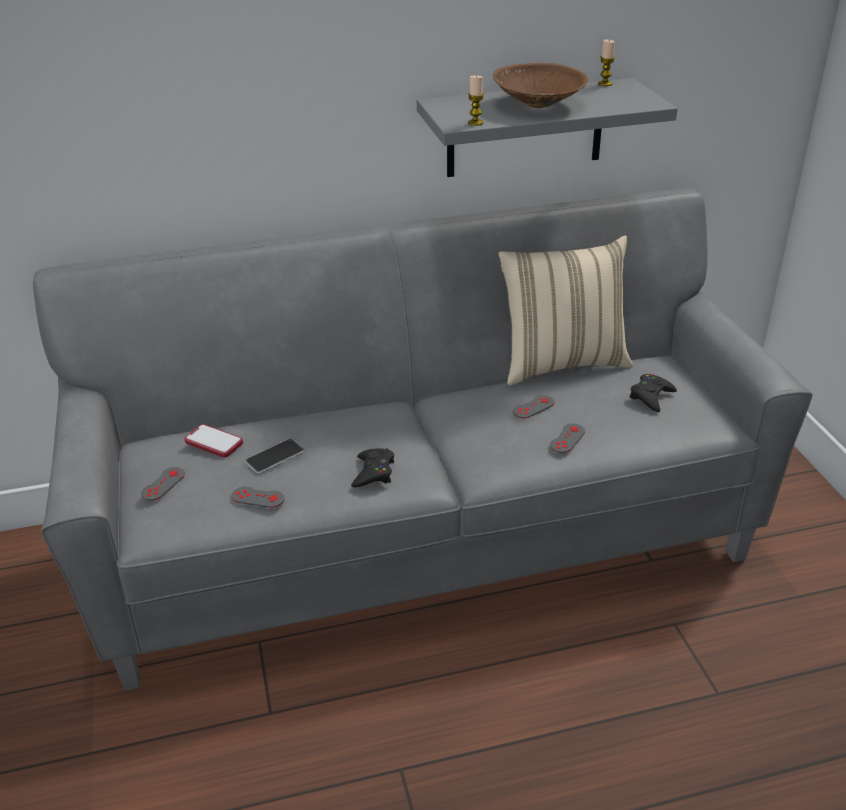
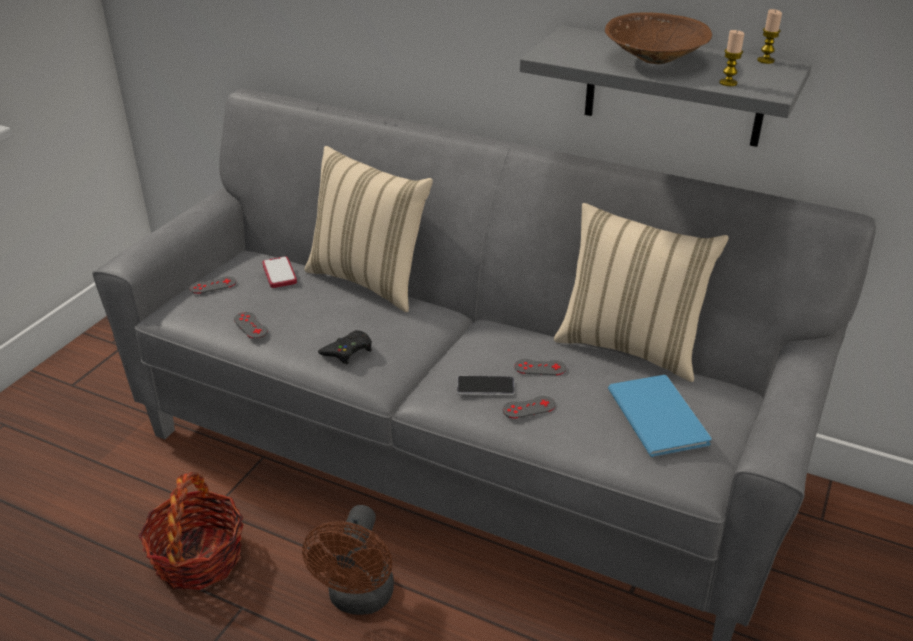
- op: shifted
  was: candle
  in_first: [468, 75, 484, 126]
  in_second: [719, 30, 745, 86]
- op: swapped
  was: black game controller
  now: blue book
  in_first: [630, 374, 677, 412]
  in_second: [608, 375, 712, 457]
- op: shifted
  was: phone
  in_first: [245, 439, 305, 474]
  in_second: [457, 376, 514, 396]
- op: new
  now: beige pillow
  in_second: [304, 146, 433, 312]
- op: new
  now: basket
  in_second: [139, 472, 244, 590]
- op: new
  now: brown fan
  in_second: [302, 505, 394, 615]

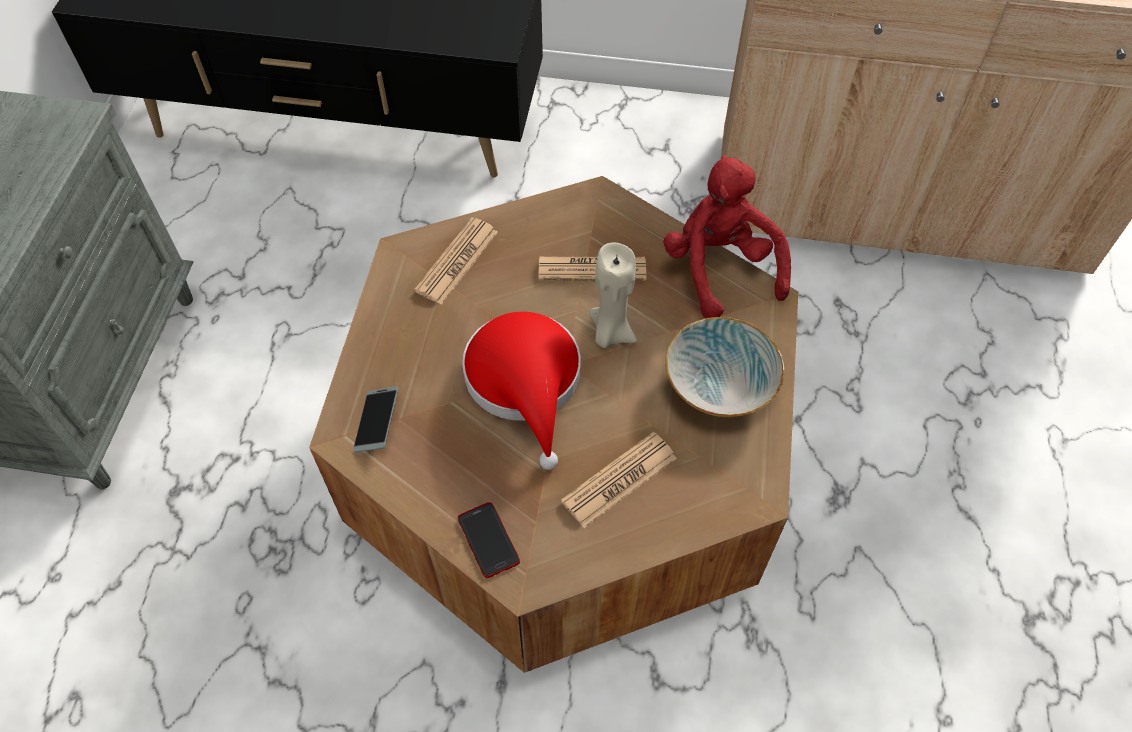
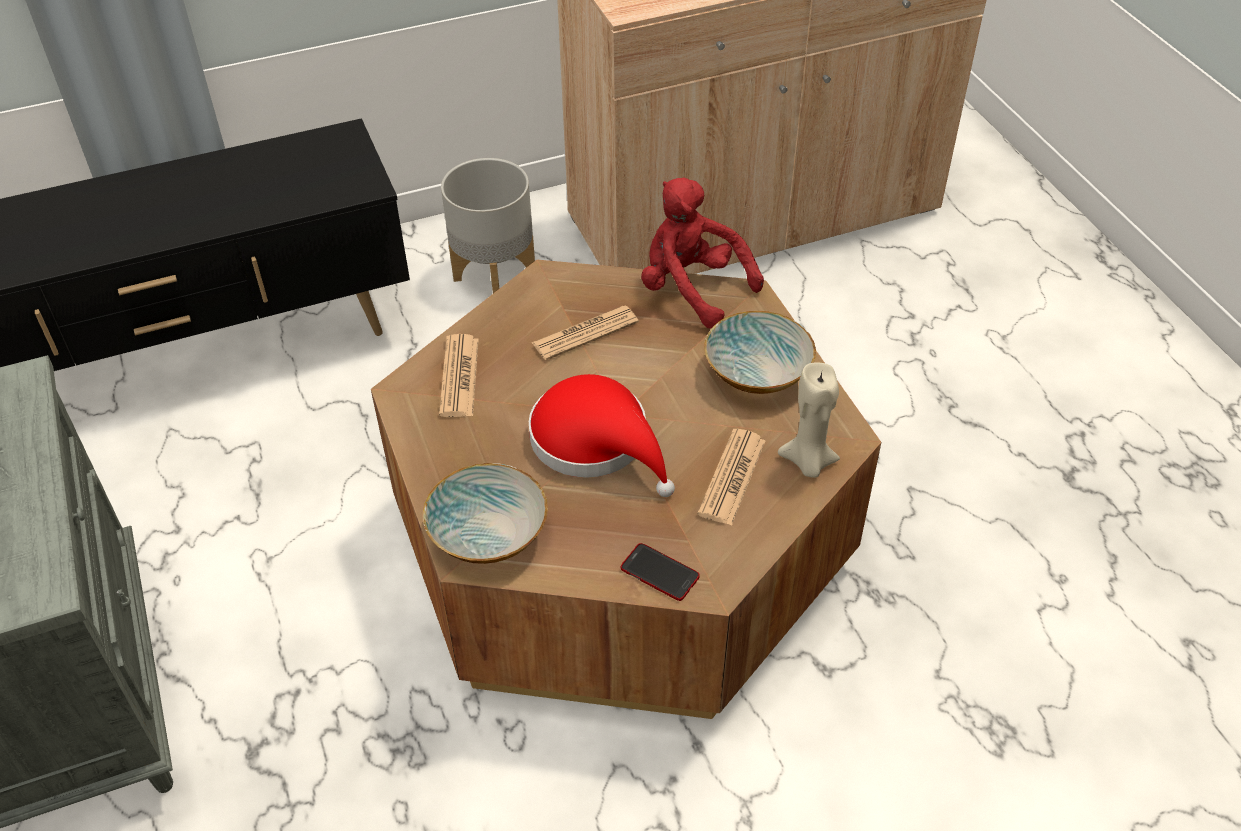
- op: shifted
  was: beige candle
  in_first: [589, 242, 637, 348]
  in_second: [778, 362, 840, 478]
- op: swapped
  was: phone
  now: bowl
  in_first: [353, 386, 398, 453]
  in_second: [423, 463, 548, 564]
- op: new
  now: grey planter
  in_second: [441, 158, 535, 293]

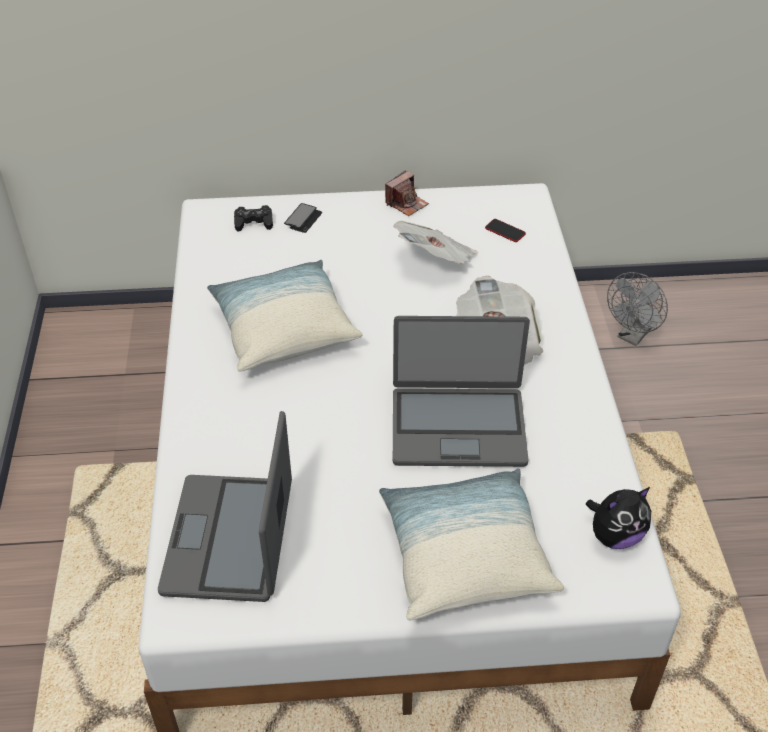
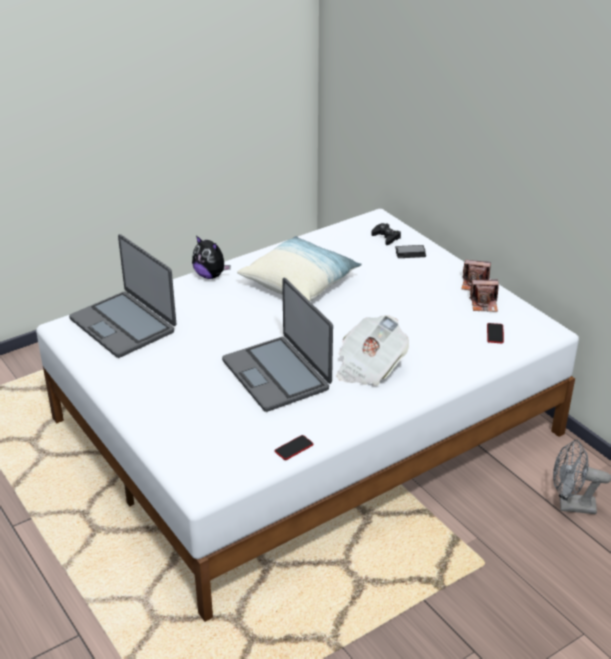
- op: gone
  was: newspaper
  in_first: [393, 221, 478, 264]
- op: rotated
  was: laptop
  in_first: [158, 411, 292, 602]
  in_second: [69, 234, 176, 358]
  clockwise: -105
- op: gone
  was: pillow
  in_first: [379, 468, 564, 620]
- op: shifted
  was: plush toy
  in_first: [586, 487, 651, 549]
  in_second: [192, 235, 231, 279]
- op: new
  now: photo camera
  in_second: [469, 280, 499, 312]
- op: new
  now: phone
  in_second: [275, 435, 313, 460]

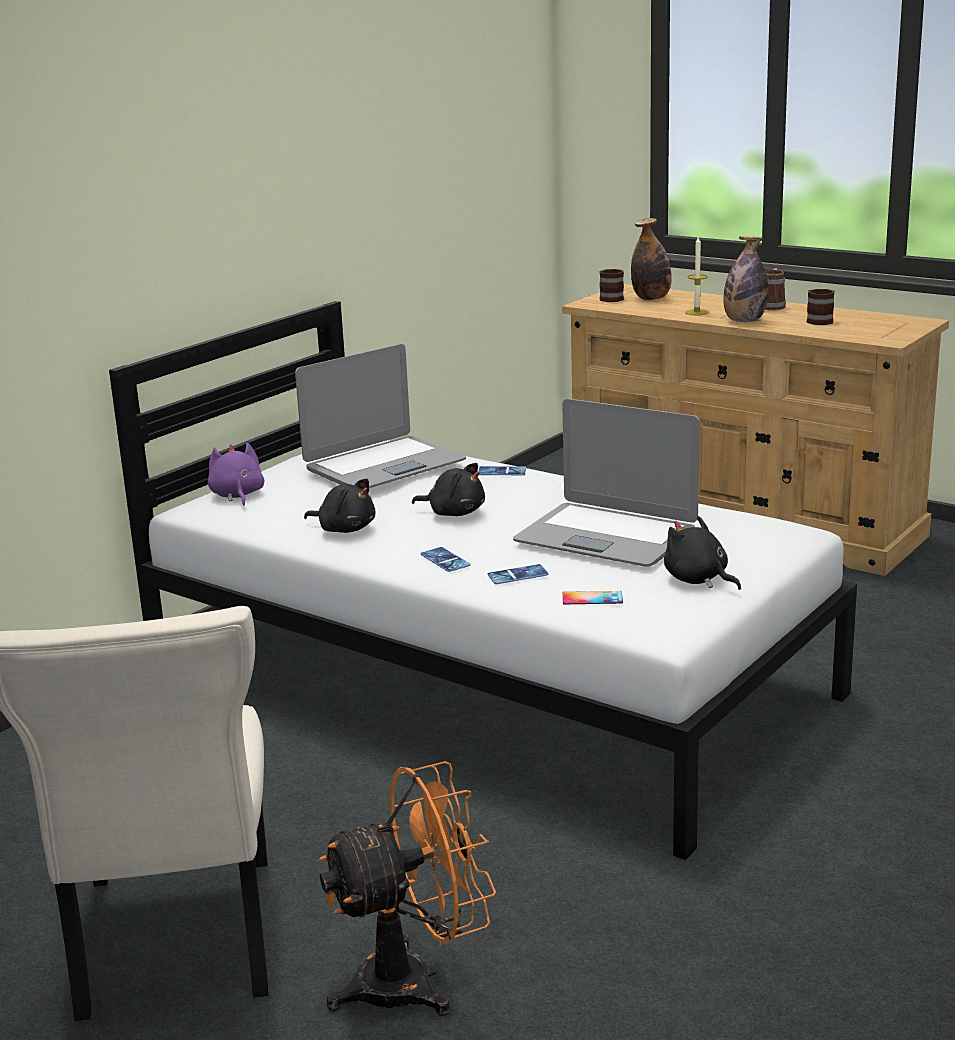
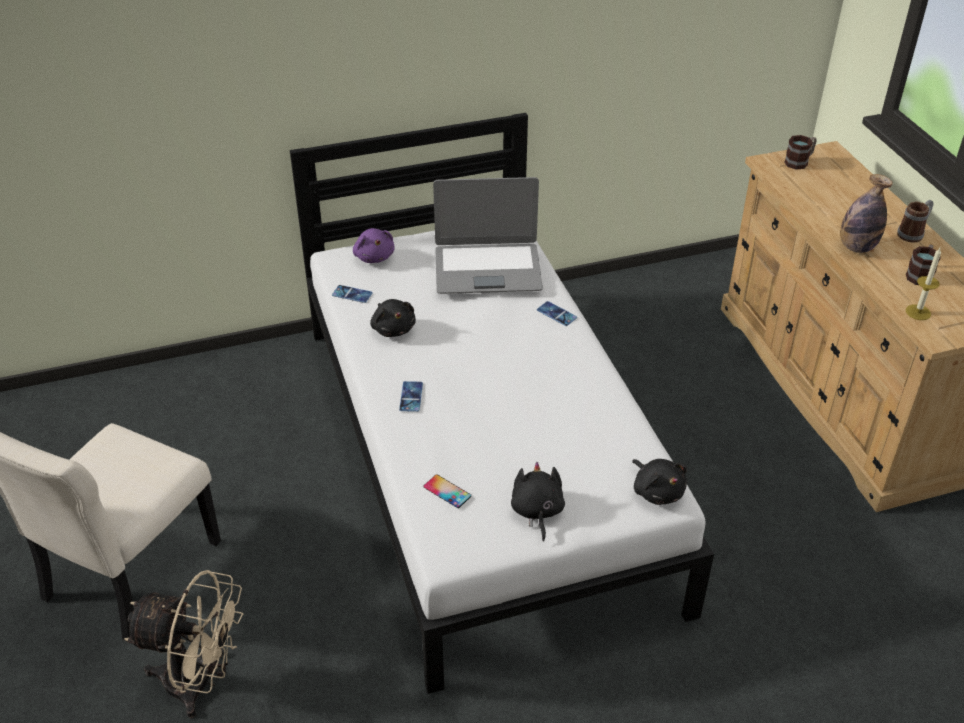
- op: gone
  was: bottle
  in_first: [631, 218, 672, 300]
- op: shifted
  was: candle
  in_first: [685, 237, 709, 315]
  in_second: [906, 248, 941, 320]
- op: gone
  was: laptop
  in_first: [513, 399, 700, 567]
- op: rotated
  was: purple plush toy
  in_first: [208, 443, 265, 506]
  in_second: [353, 228, 395, 263]
  clockwise: 135
- op: shifted
  was: black plush toy
  in_first: [412, 463, 485, 516]
  in_second: [632, 459, 687, 505]
- op: shifted
  was: phone
  in_first: [488, 564, 549, 584]
  in_second: [332, 285, 373, 303]
- op: repainted
  was: orange fan
  now: beige fan
  in_first: [319, 761, 496, 1016]
  in_second: [124, 570, 243, 718]

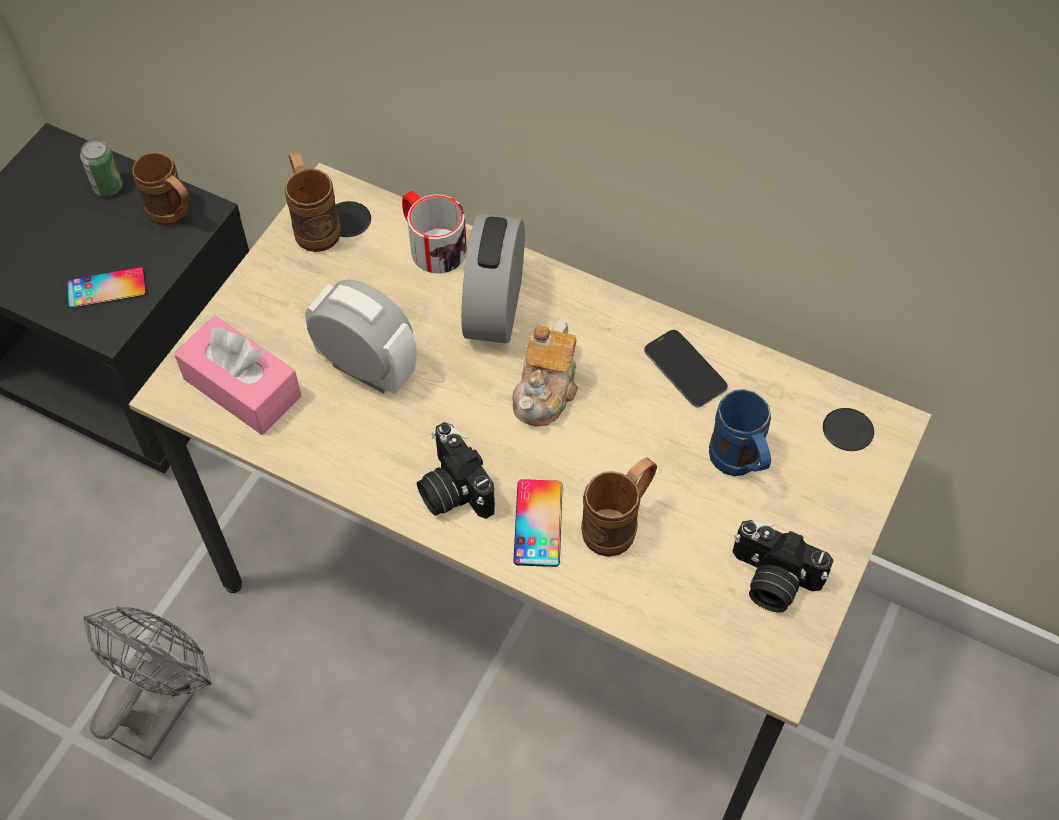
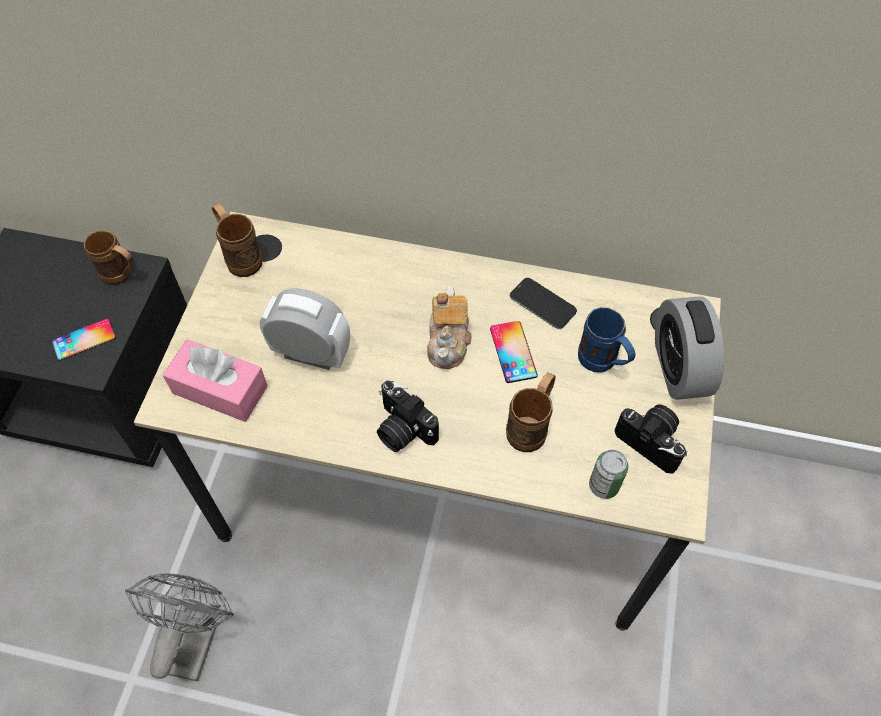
- op: shifted
  was: can
  in_first: [80, 139, 123, 196]
  in_second: [589, 450, 628, 499]
- op: gone
  was: mug
  in_first: [402, 191, 467, 274]
- op: shifted
  was: alarm clock
  in_first: [461, 214, 525, 343]
  in_second: [655, 296, 724, 400]
- op: shifted
  was: phone
  in_first: [513, 479, 563, 567]
  in_second: [490, 321, 538, 383]
- op: rotated
  was: photo camera
  in_first: [732, 520, 834, 612]
  in_second: [614, 405, 688, 474]
  clockwise: -150

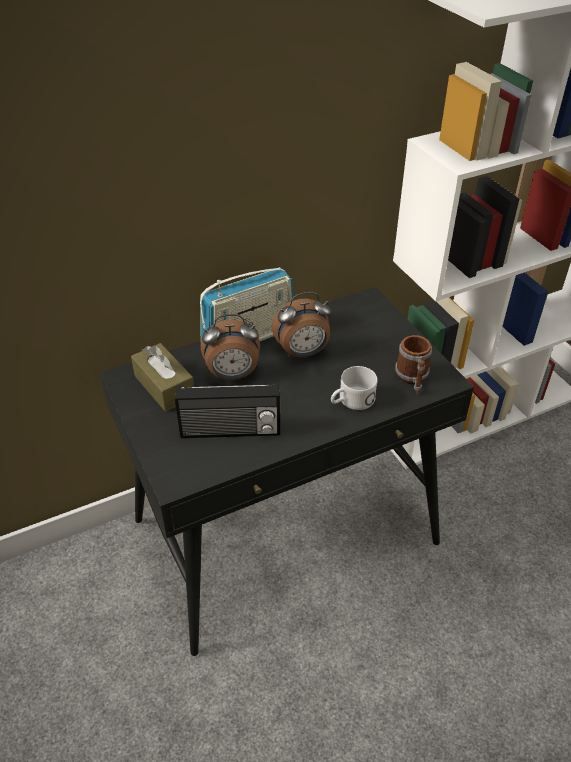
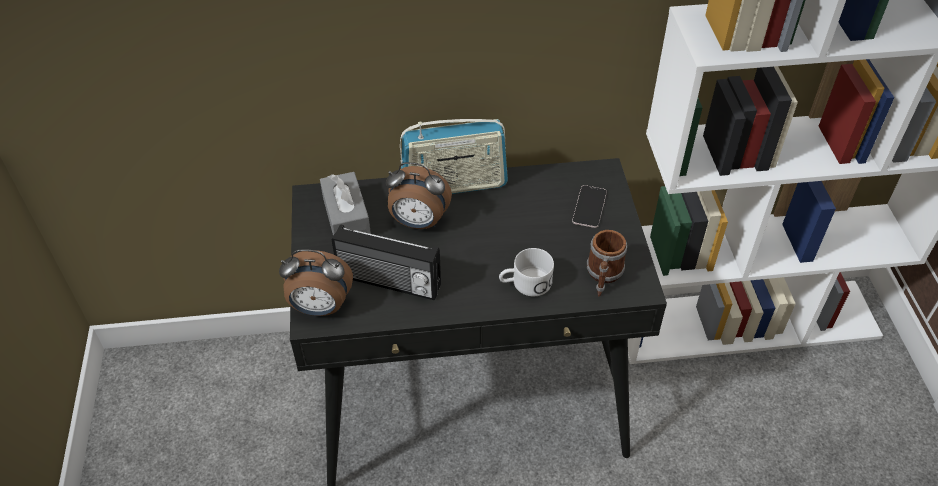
- op: shifted
  was: alarm clock
  in_first: [272, 292, 331, 358]
  in_second: [279, 249, 353, 316]
- op: repainted
  was: brown tissue box
  now: grey tissue box
  in_first: [131, 343, 194, 412]
  in_second: [320, 172, 371, 236]
- op: new
  now: phone
  in_second: [572, 185, 607, 228]

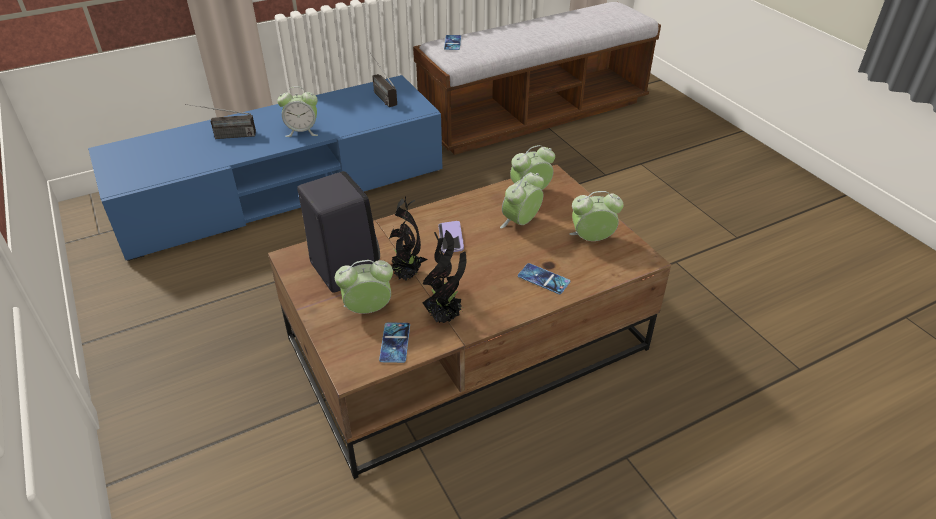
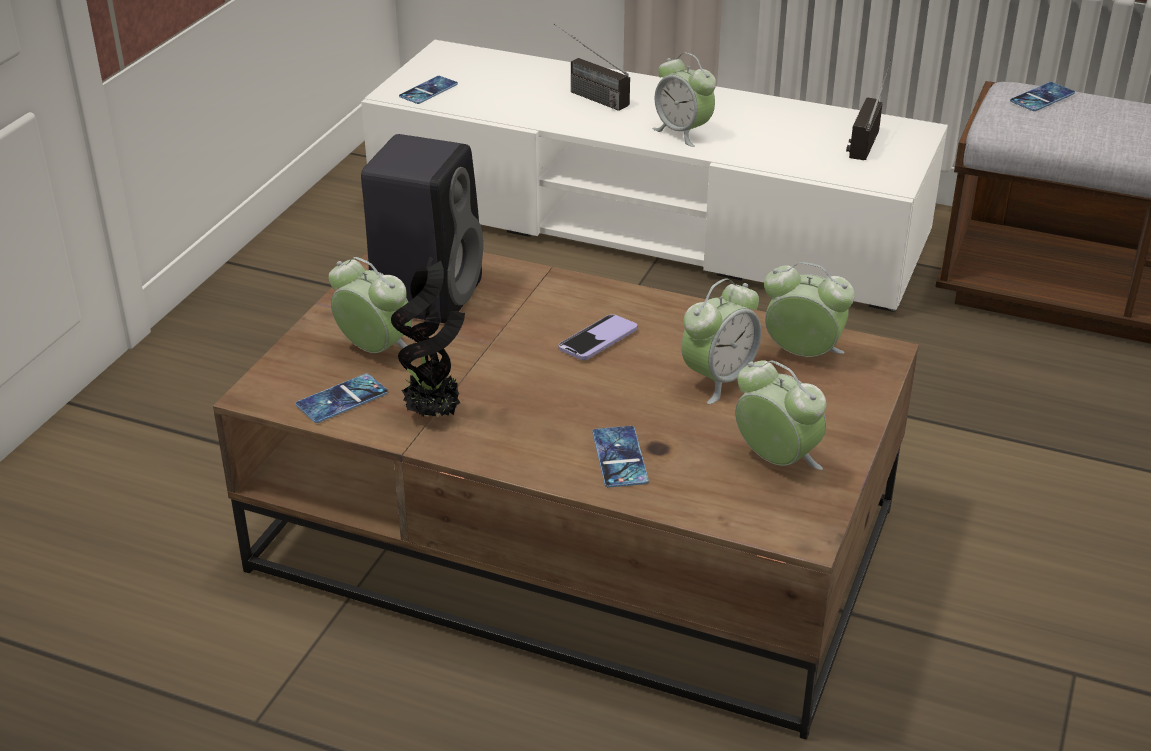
- op: repainted
  was: blue tv stand
  now: white tv stand
  in_first: [88, 75, 443, 261]
  in_second: [361, 40, 948, 312]
- op: rotated
  was: alarm clock
  in_first: [500, 172, 544, 229]
  in_second: [682, 279, 762, 404]
  clockwise: 135
- op: gone
  was: potted plant
  in_first: [389, 197, 428, 281]
- op: new
  now: phone
  in_second: [399, 76, 458, 104]

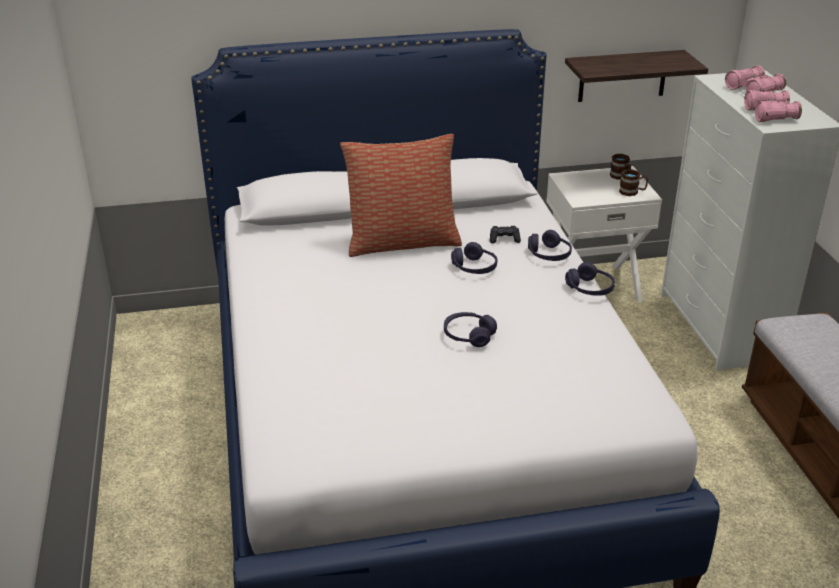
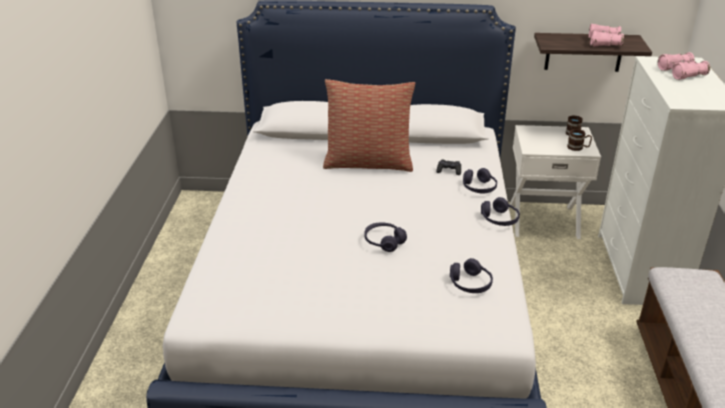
- op: shifted
  was: pink binoculars
  in_first: [744, 90, 802, 122]
  in_second: [589, 24, 624, 47]
- op: shifted
  was: purple headphones
  in_first: [451, 242, 497, 274]
  in_second: [450, 258, 493, 293]

